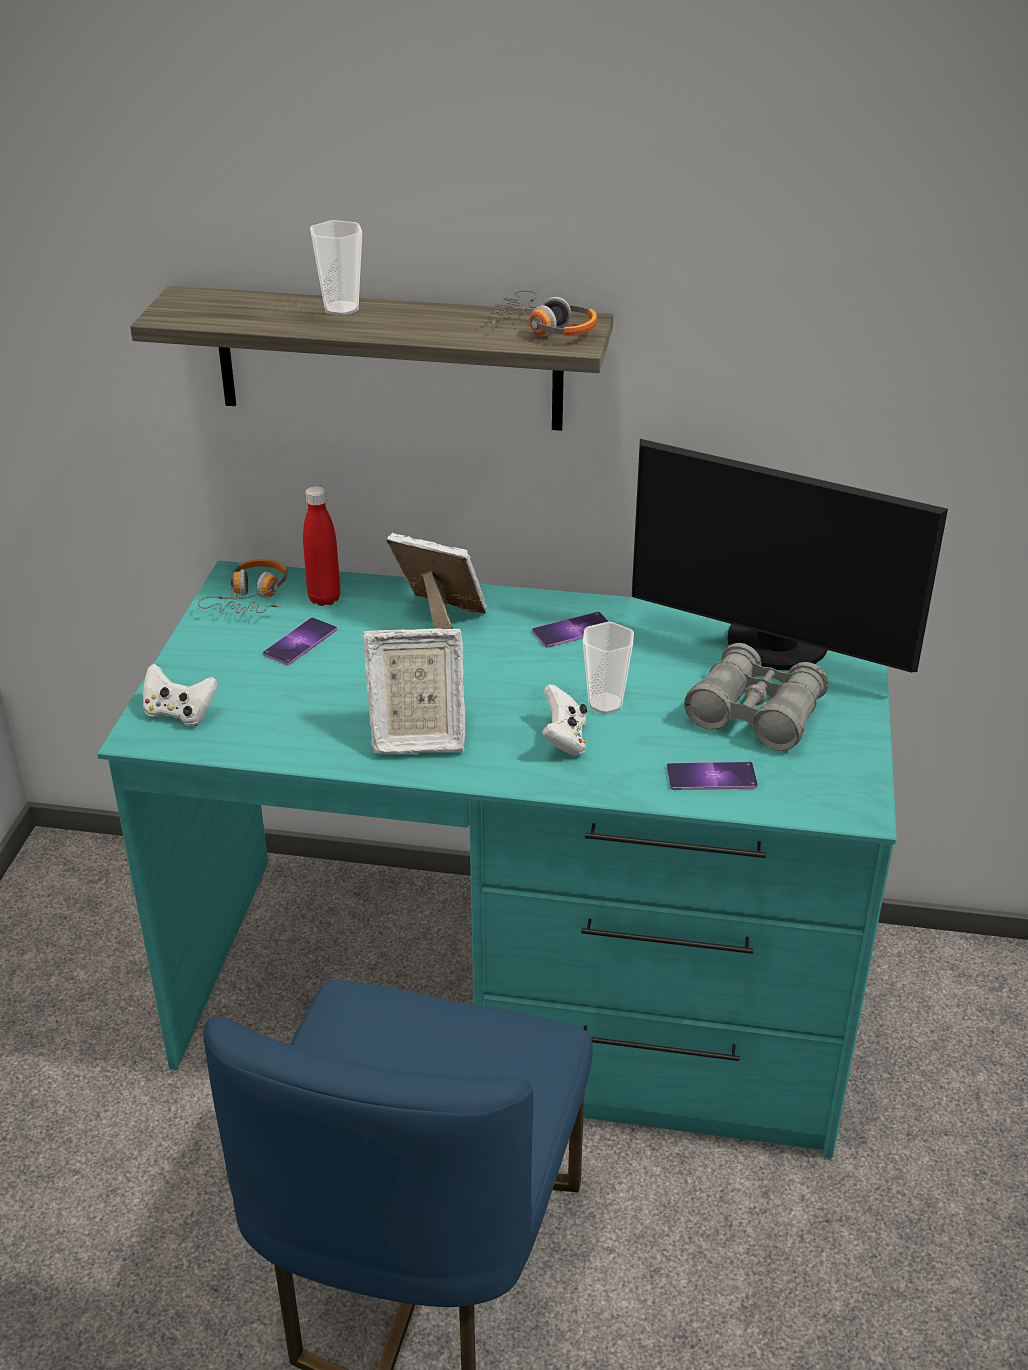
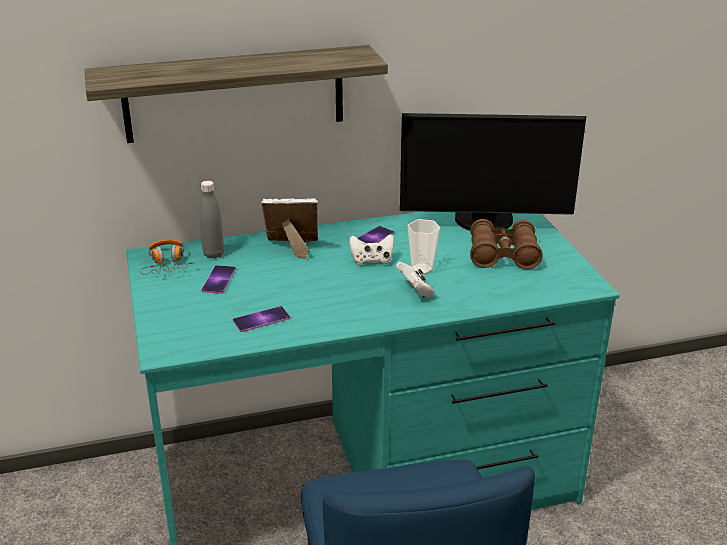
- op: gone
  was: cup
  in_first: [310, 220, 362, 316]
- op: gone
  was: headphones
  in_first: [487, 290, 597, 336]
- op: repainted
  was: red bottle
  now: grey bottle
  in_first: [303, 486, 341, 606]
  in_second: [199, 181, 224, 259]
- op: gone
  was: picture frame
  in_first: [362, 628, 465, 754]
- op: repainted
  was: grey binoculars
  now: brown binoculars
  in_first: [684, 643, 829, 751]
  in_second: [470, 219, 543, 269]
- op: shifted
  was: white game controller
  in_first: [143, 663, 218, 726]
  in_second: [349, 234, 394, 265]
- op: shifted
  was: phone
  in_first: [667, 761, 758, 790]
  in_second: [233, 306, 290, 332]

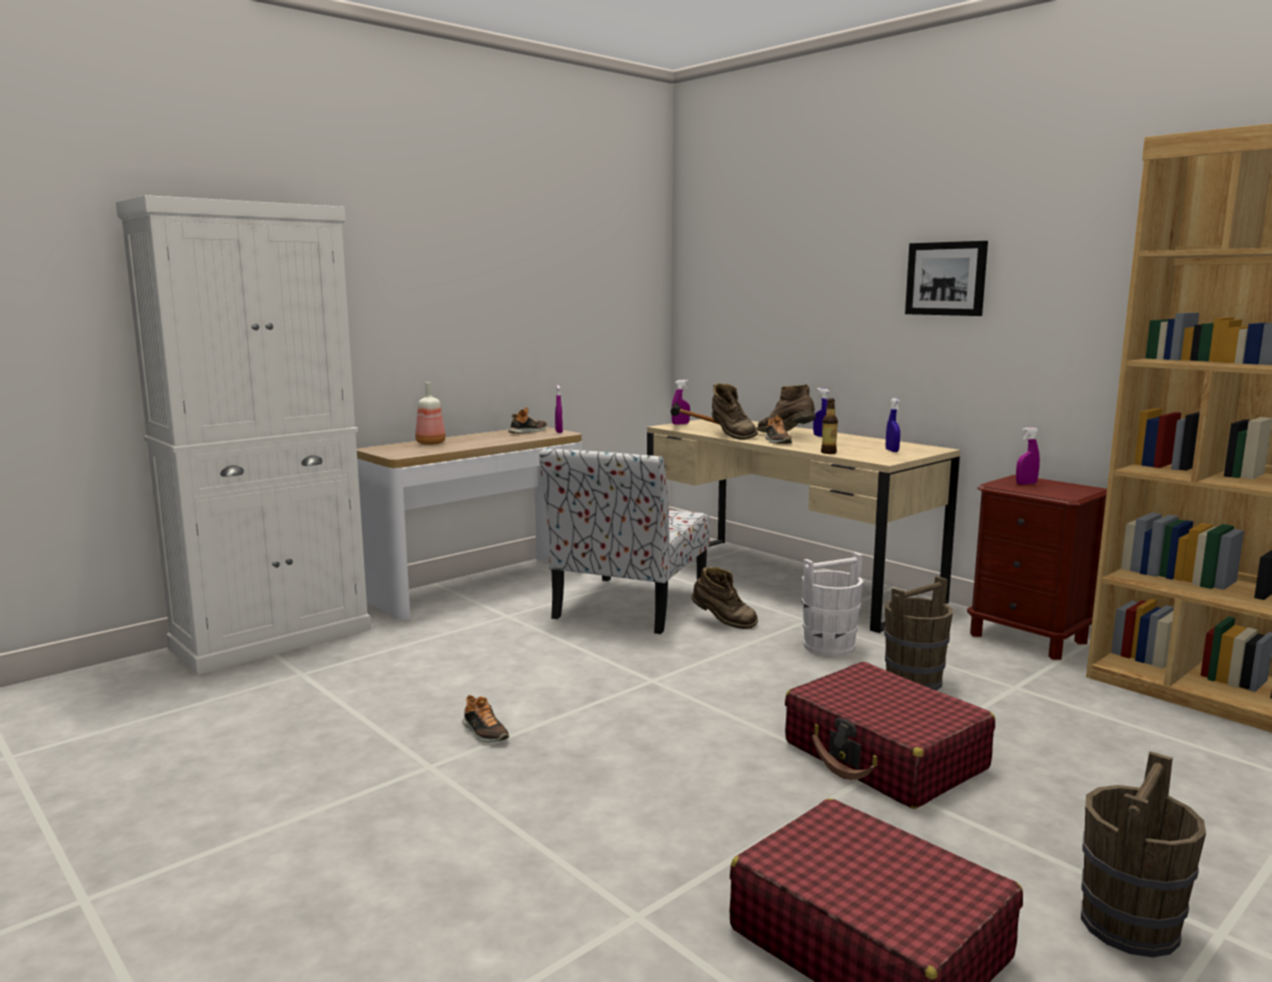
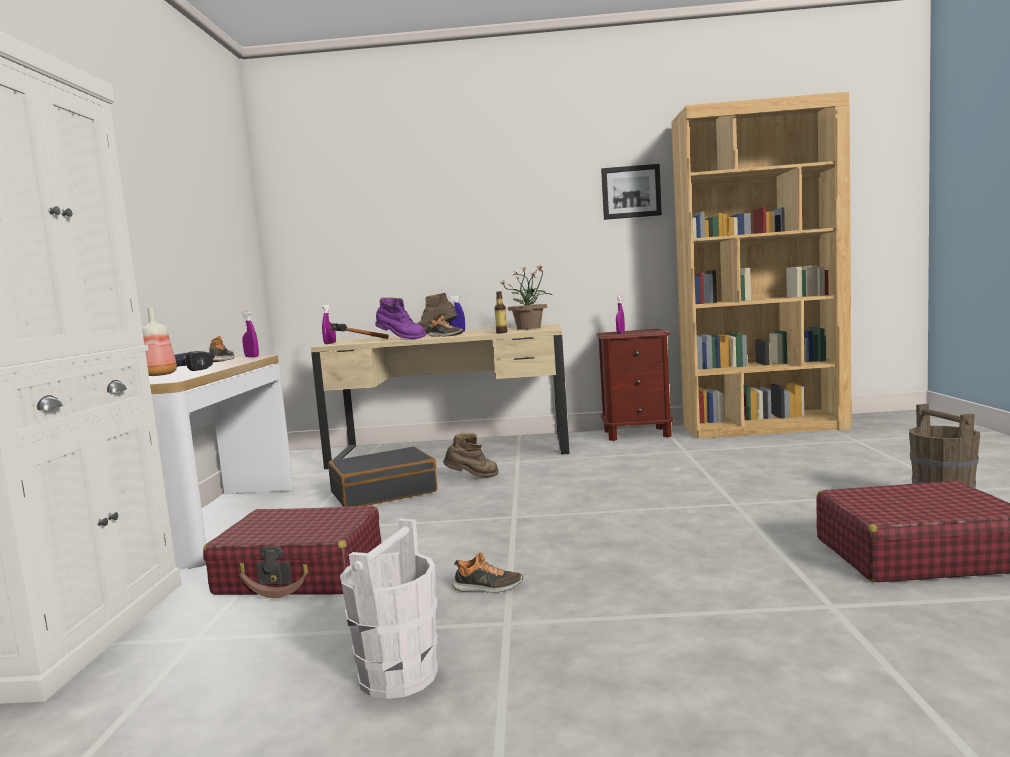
- op: shifted
  was: picture
  in_first: [905, 241, 988, 316]
  in_second: [601, 164, 662, 220]
- op: repainted
  was: brown boot
  now: purple boot
  in_first: [712, 383, 758, 440]
  in_second: [375, 297, 426, 339]
- op: swapped
  was: blue spray bottle
  now: potted plant
  in_first: [886, 398, 900, 452]
  in_second: [502, 265, 552, 330]
- op: swapped
  was: chair
  now: black suitcase
  in_first: [539, 448, 710, 634]
  in_second: [328, 446, 437, 507]
- op: shifted
  was: white bucket
  in_first: [802, 552, 863, 656]
  in_second: [340, 519, 438, 699]
- op: gone
  was: brown bucket
  in_first: [884, 576, 953, 691]
- op: shifted
  was: red suitcase
  in_first: [785, 662, 995, 809]
  in_second: [203, 506, 381, 598]
- op: new
  now: power drill
  in_second: [174, 351, 215, 371]

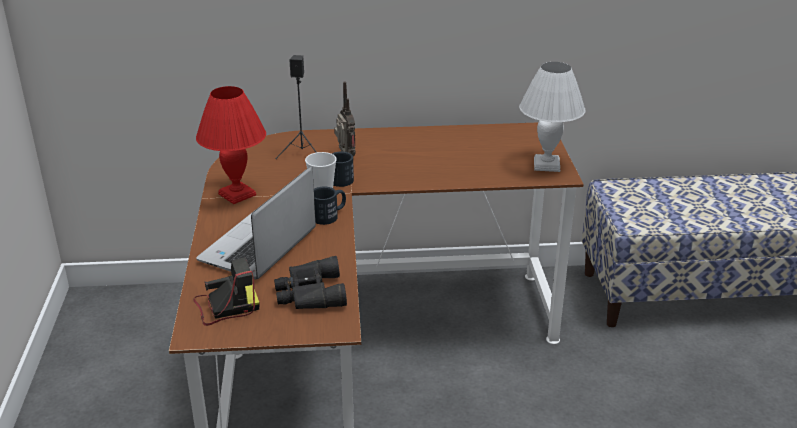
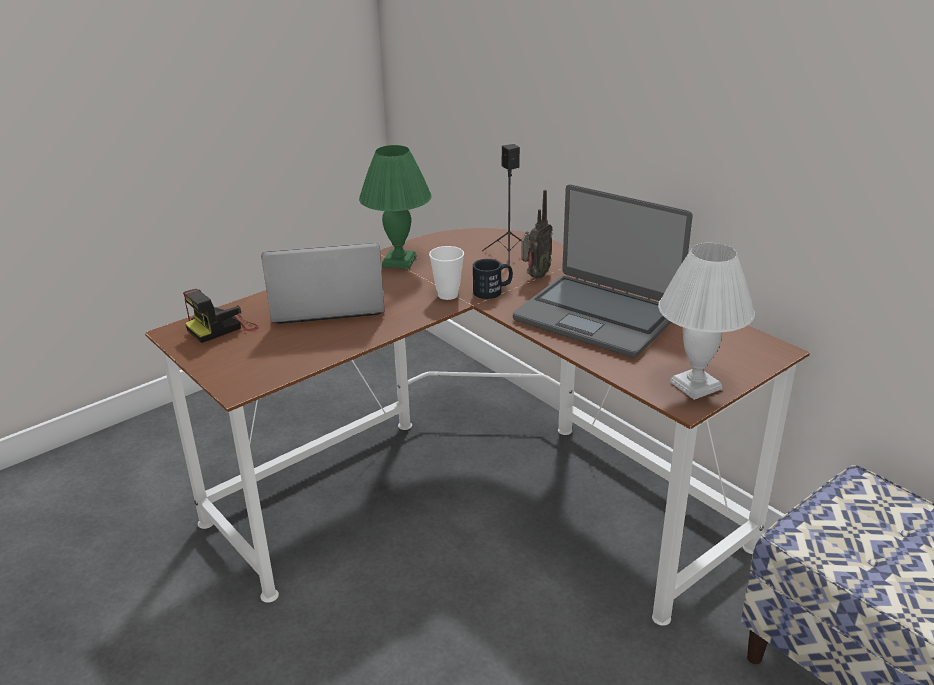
- op: repainted
  was: red table lamp
  now: green table lamp
  in_first: [196, 86, 266, 204]
  in_second: [359, 145, 432, 269]
- op: gone
  was: black mug
  in_first: [314, 187, 346, 225]
- op: gone
  was: black binoculars
  in_first: [274, 256, 347, 309]
- op: rotated
  was: photo camera
  in_first: [193, 257, 259, 326]
  in_second: [183, 289, 259, 343]
  clockwise: 105
- op: new
  now: laptop
  in_second: [513, 184, 693, 358]

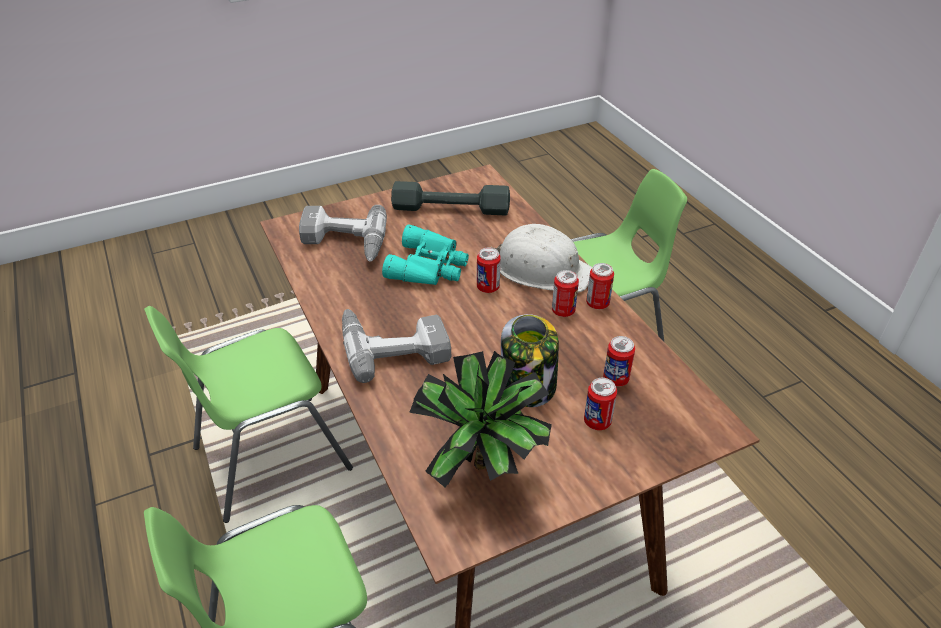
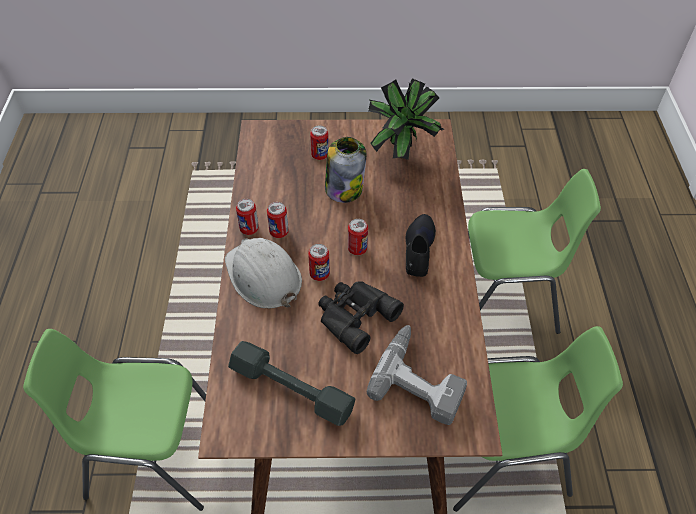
- op: repainted
  was: turquoise binoculars
  now: black binoculars
  in_first: [382, 224, 469, 285]
  in_second: [318, 281, 404, 354]
- op: swapped
  was: power drill
  now: black shoe
  in_first: [342, 309, 451, 383]
  in_second: [406, 214, 436, 277]
- op: shifted
  was: can
  in_first: [603, 336, 635, 387]
  in_second: [348, 219, 368, 255]

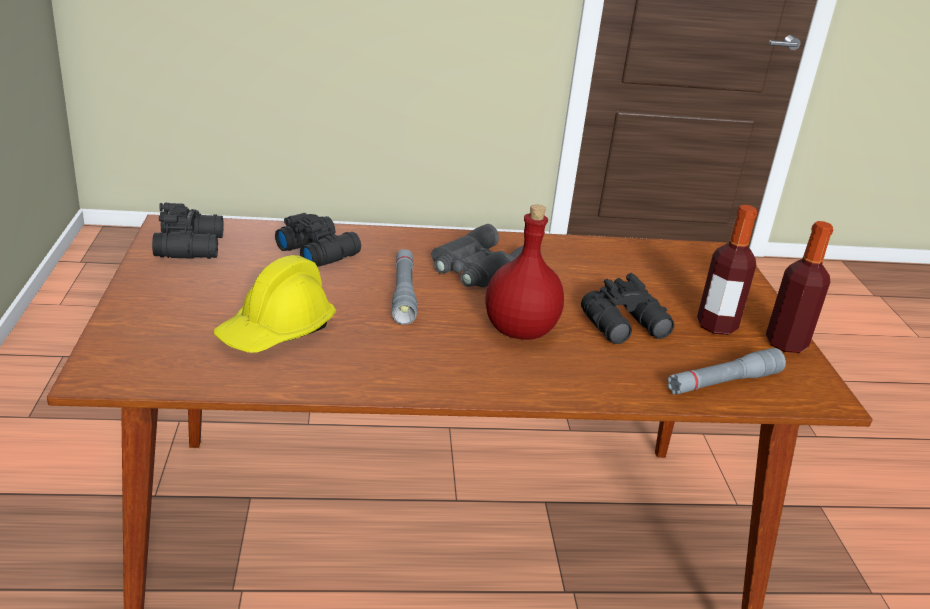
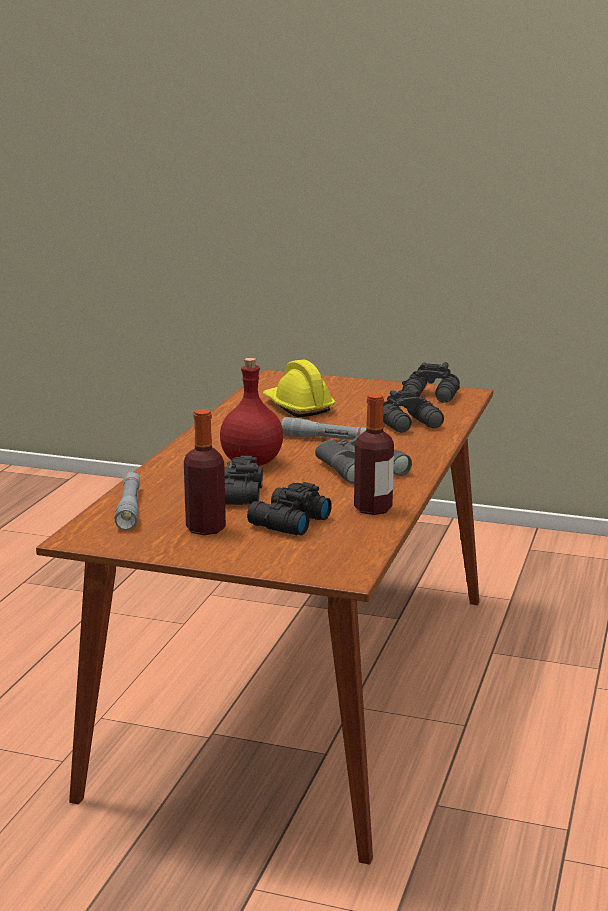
- op: shifted
  was: bottle
  in_first: [766, 221, 833, 353]
  in_second: [354, 393, 394, 515]
- op: new
  now: black binoculars
  in_second: [247, 482, 332, 535]

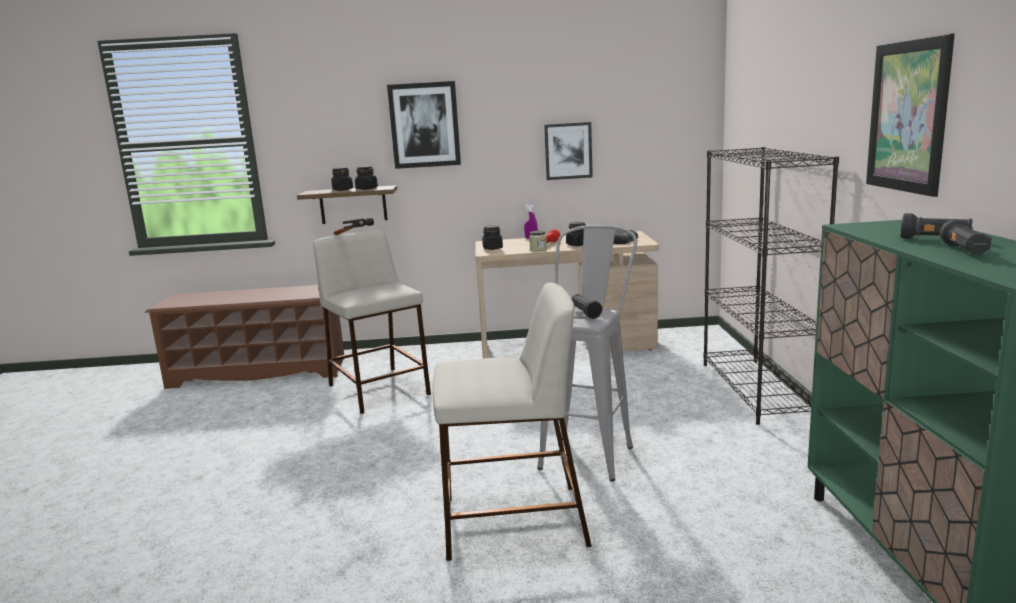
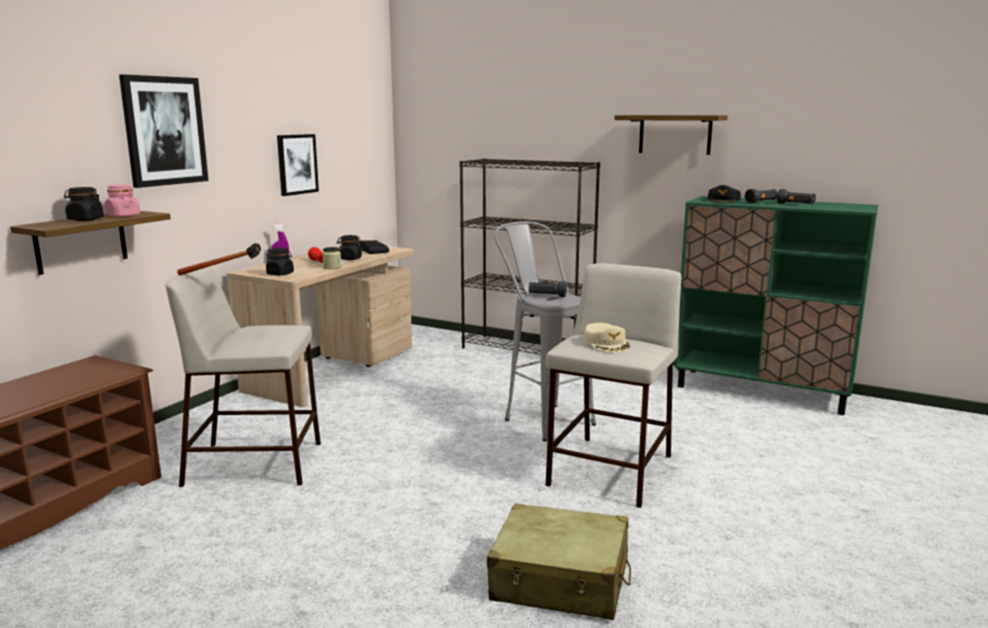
- op: swapped
  was: picture
  now: shelf
  in_first: [866, 33, 955, 197]
  in_second: [614, 115, 728, 155]
- op: repainted
  was: black jar
  now: pink jar
  in_first: [355, 166, 378, 190]
  in_second: [105, 184, 140, 217]
- op: new
  now: black cap
  in_second: [708, 185, 741, 203]
- op: new
  now: beige cap
  in_second: [583, 323, 630, 352]
- op: new
  now: beige suitcase
  in_second: [487, 503, 631, 620]

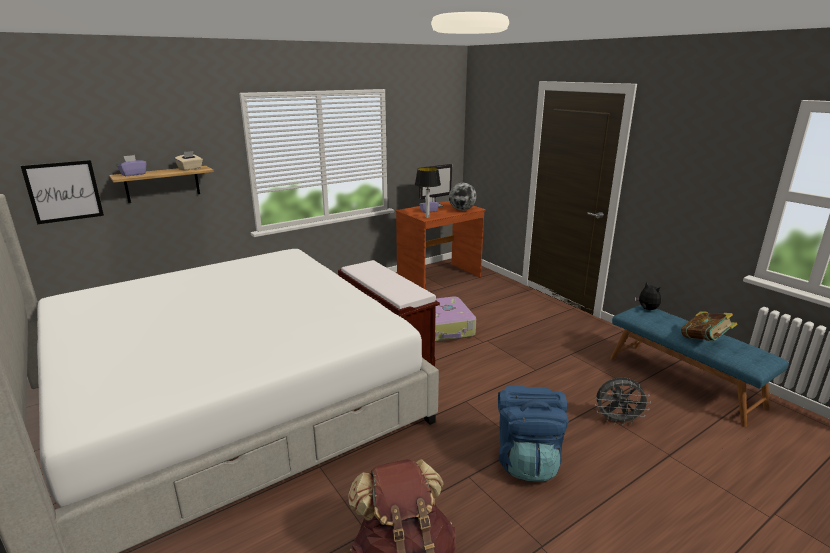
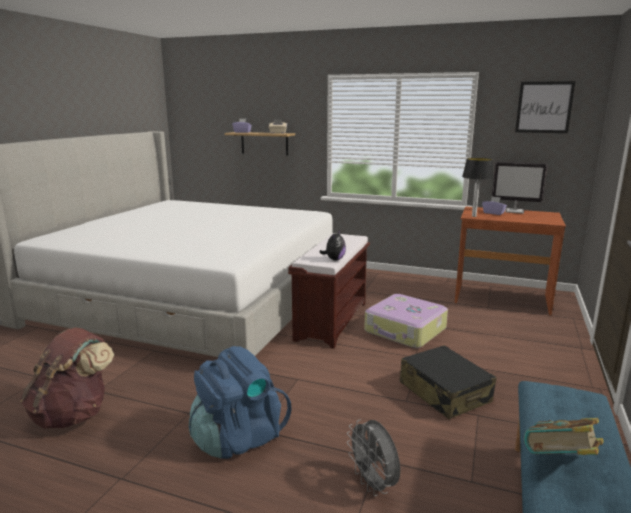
- op: shifted
  was: picture
  in_first: [21, 160, 104, 224]
  in_second: [515, 81, 576, 133]
- op: gone
  was: globe
  in_first: [449, 183, 477, 211]
- op: shifted
  was: plush toy
  in_first: [635, 282, 661, 310]
  in_second: [319, 231, 346, 260]
- op: new
  now: black suitcase
  in_second: [399, 345, 496, 419]

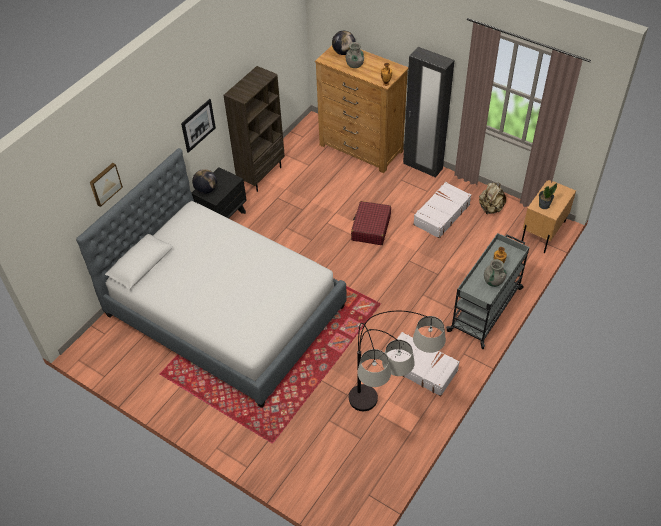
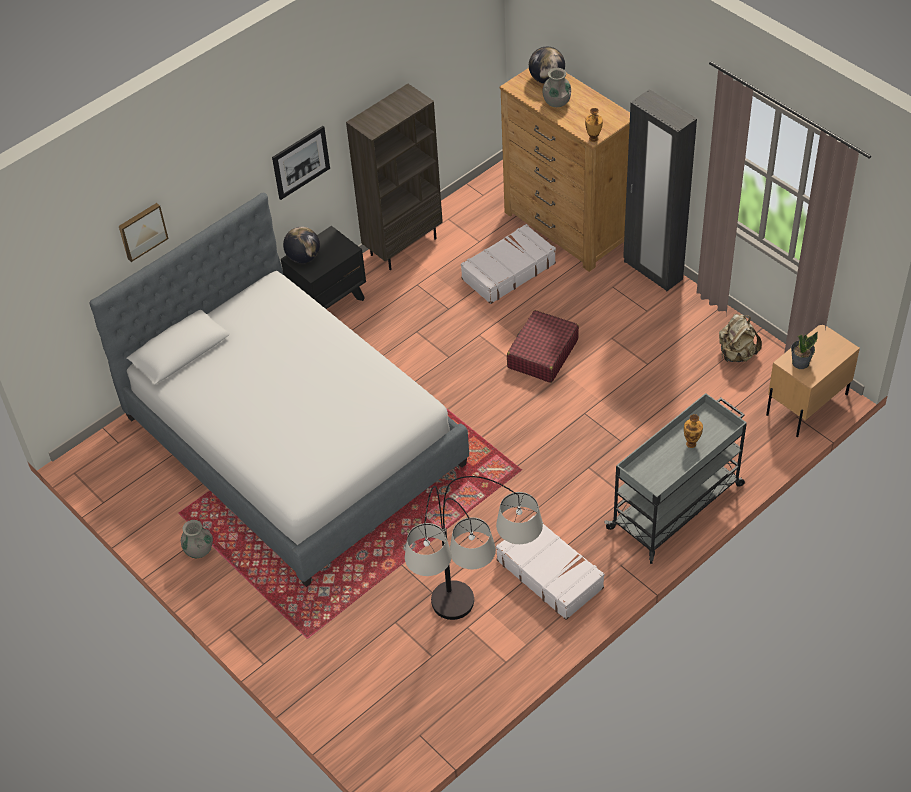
- op: shifted
  was: white suitcase
  in_first: [413, 182, 471, 238]
  in_second: [461, 224, 556, 304]
- op: shifted
  was: grey vase
  in_first: [484, 259, 507, 287]
  in_second: [181, 520, 213, 558]

